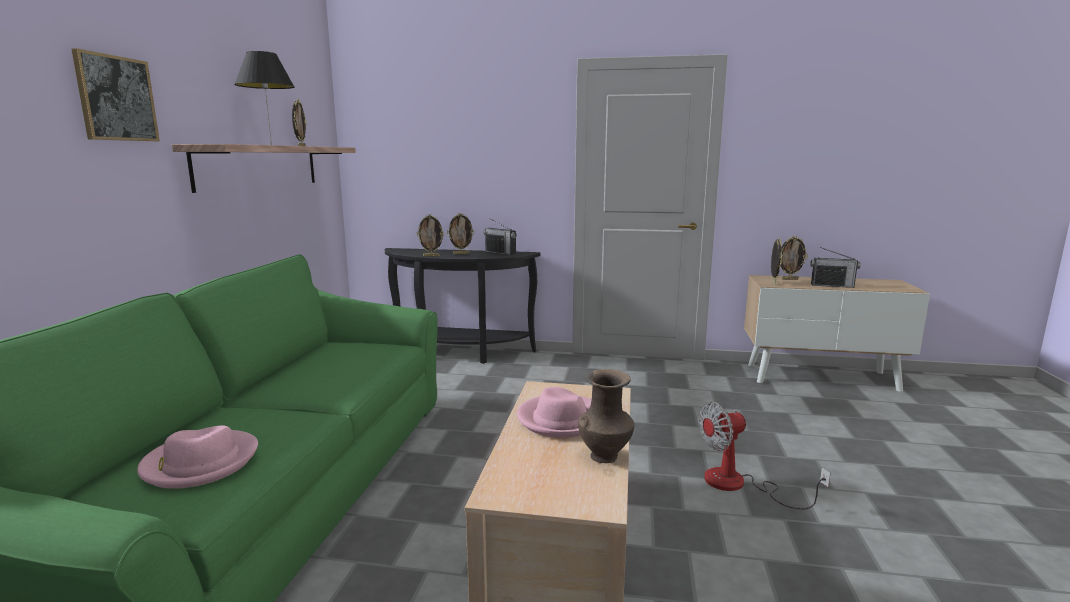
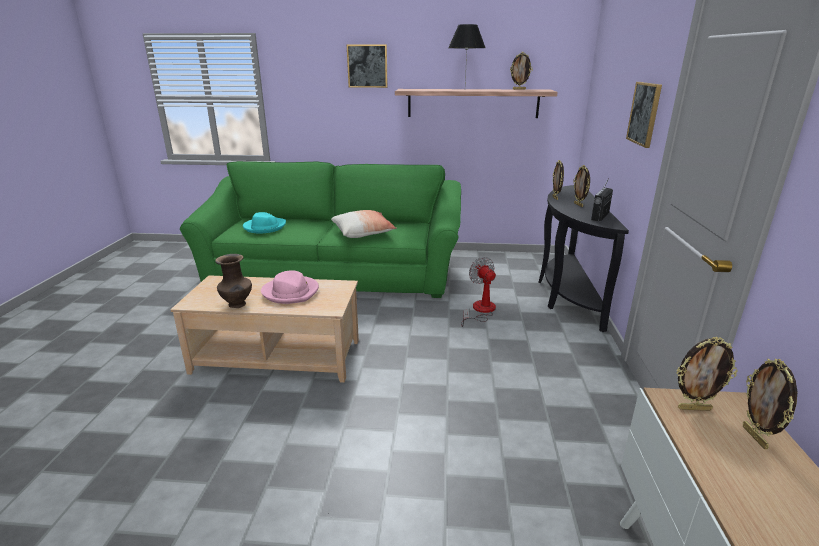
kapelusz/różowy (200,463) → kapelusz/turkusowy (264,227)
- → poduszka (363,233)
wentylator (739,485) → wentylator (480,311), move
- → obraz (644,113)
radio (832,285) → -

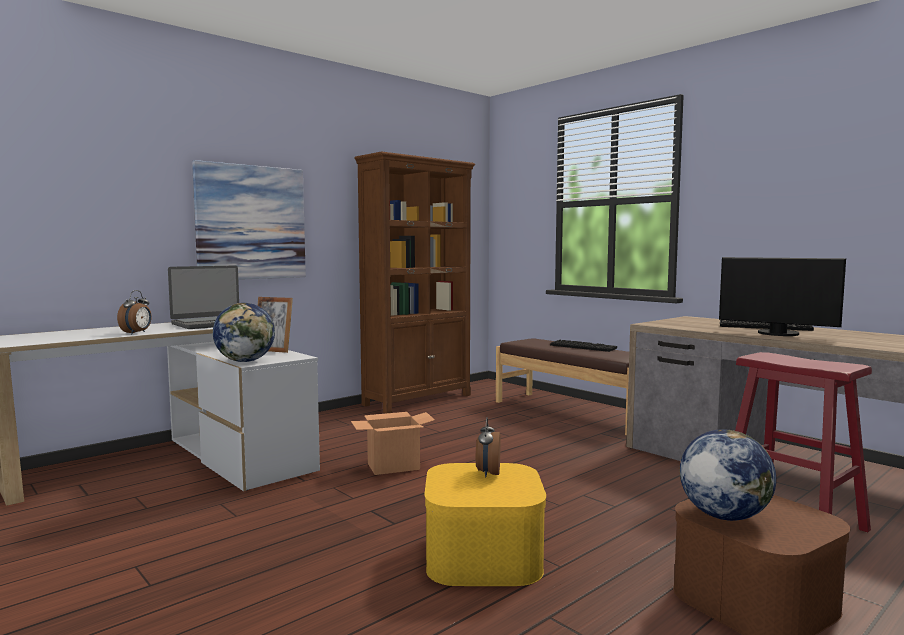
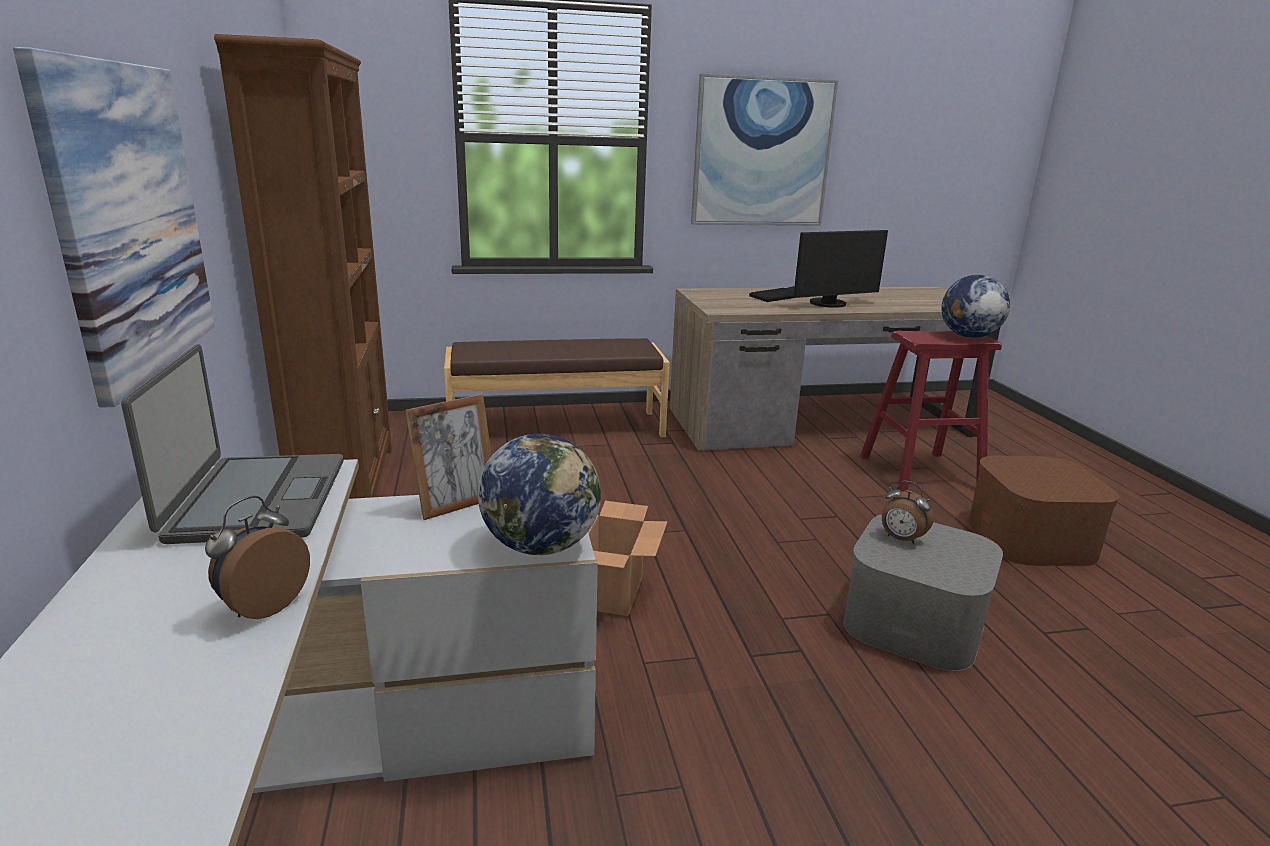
budzik (137,333) → budzik (262,606), 105 degrees counterclockwise
- → obraz (762,153)
pojemnik do przechowywania/żółty (483,556) → pojemnik do przechowywania/szary (914,622)
globus (723,516) → globus (968,336), move
klawiatura (584,347) → -

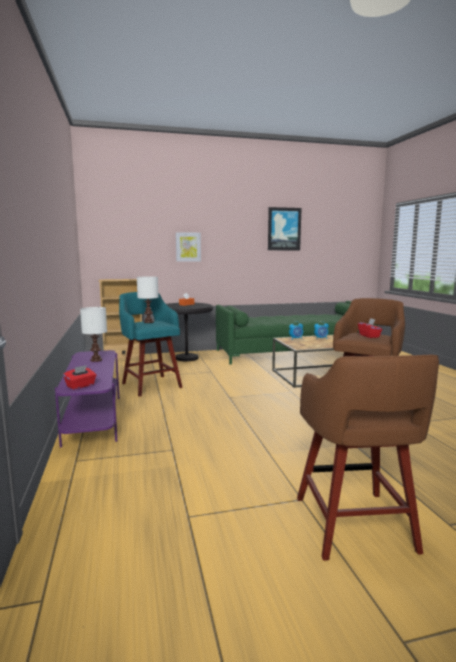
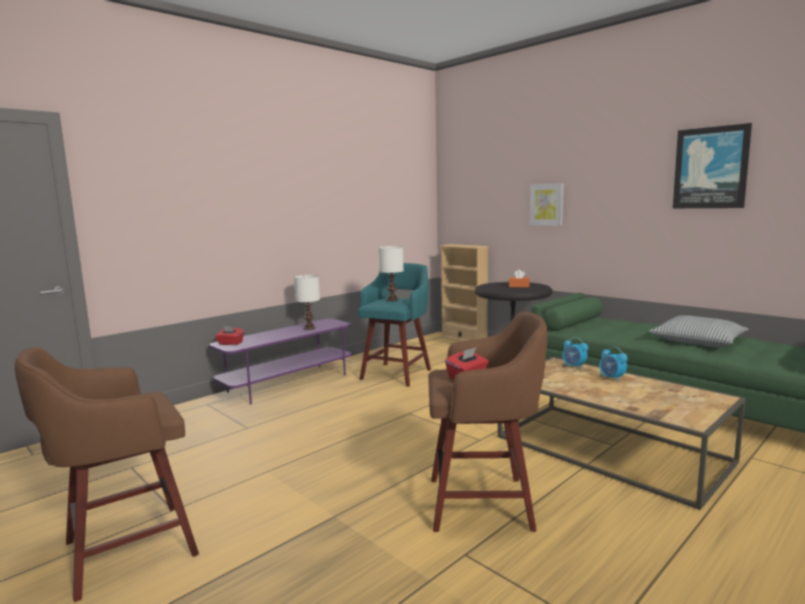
- → poduszka (697,341)

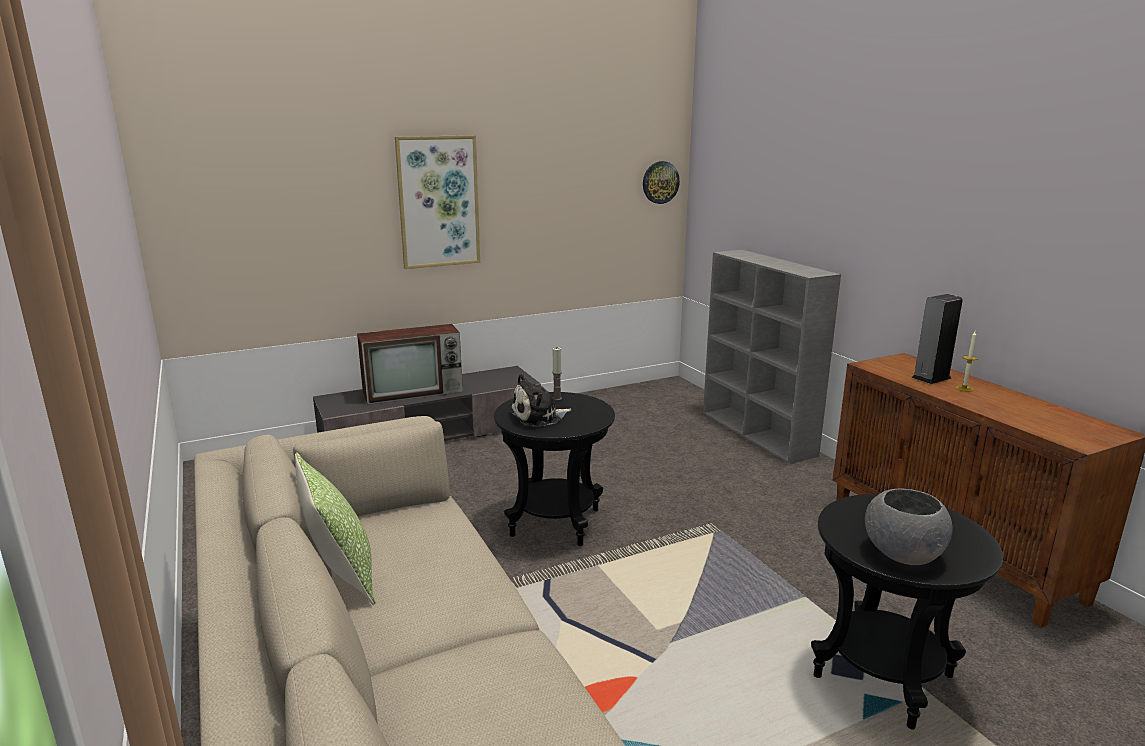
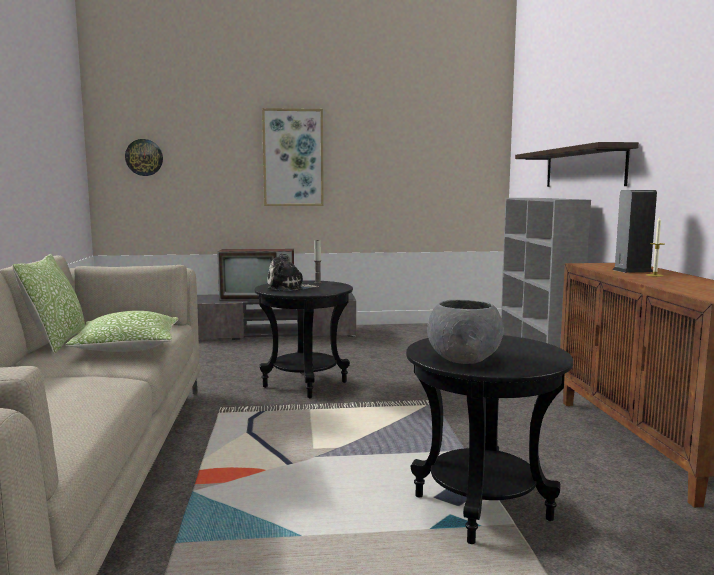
- → poduszka (128,348)
zegar ścienny (660,182) → zegar ścienny (144,157), move
- → półka (583,168)

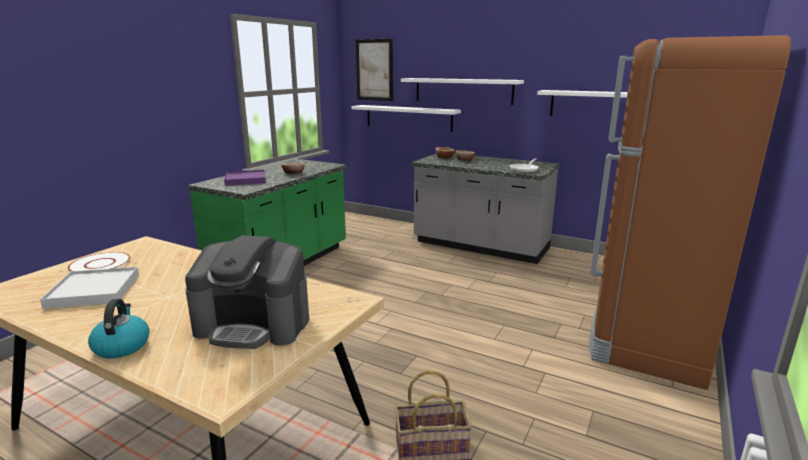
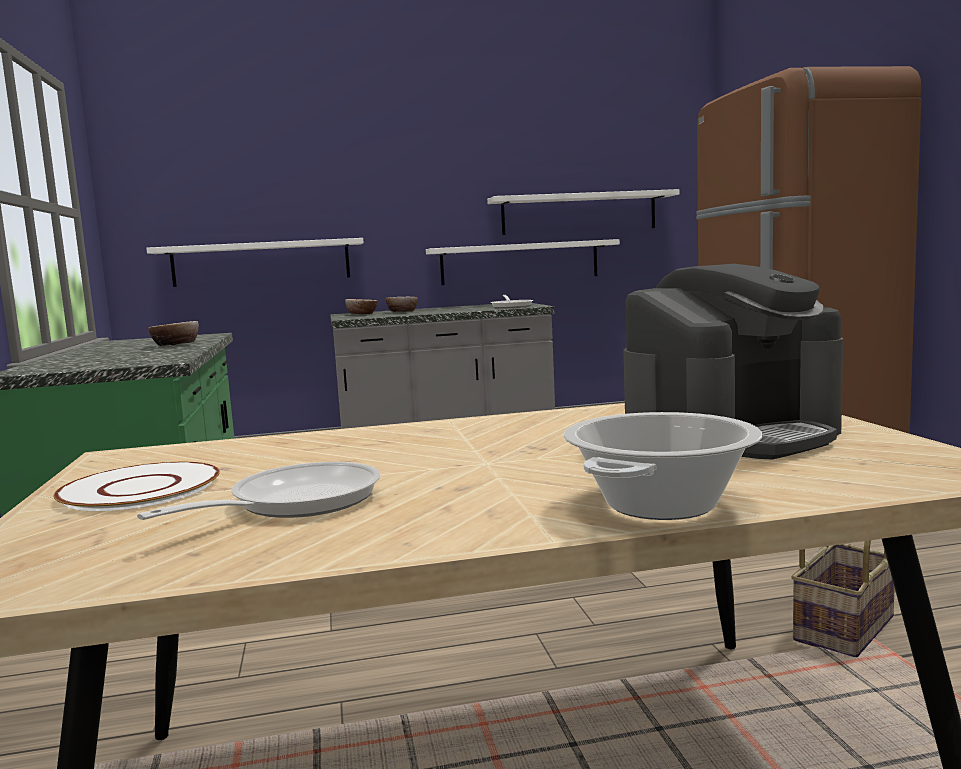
taca/biały (94,291) → patelnia (294,503)
półka/biały (463,90) → półka/biały (519,262), move
czajnik (122,346) → garnek (662,504)
taca/fioletowy (246,180) → -
obraz (374,70) → -

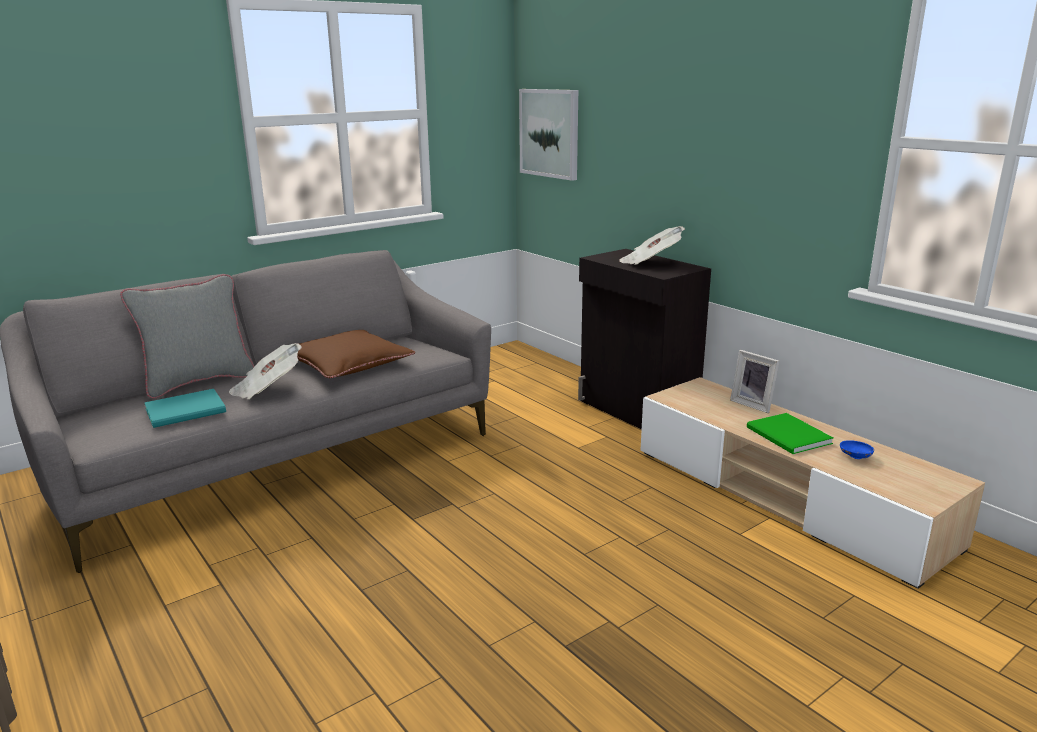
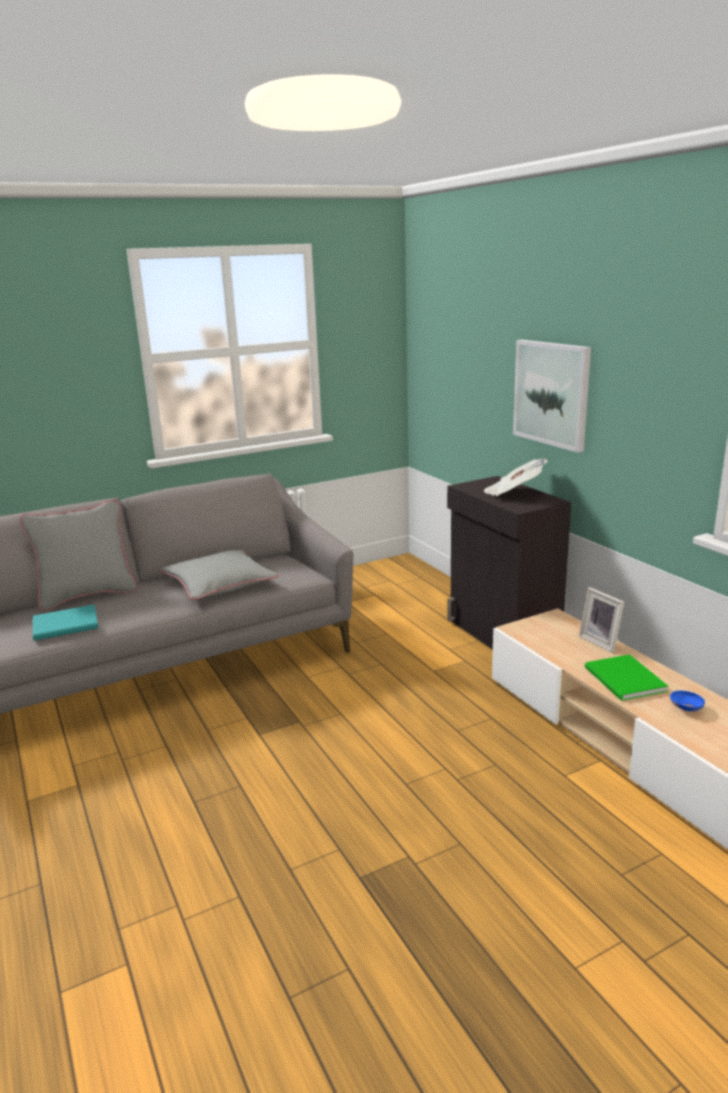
poduszka/brązowy (347,364) → poduszka/szary (219,583)
obraz (550,133) → obraz (552,393), move
gazeta (267,389) → -

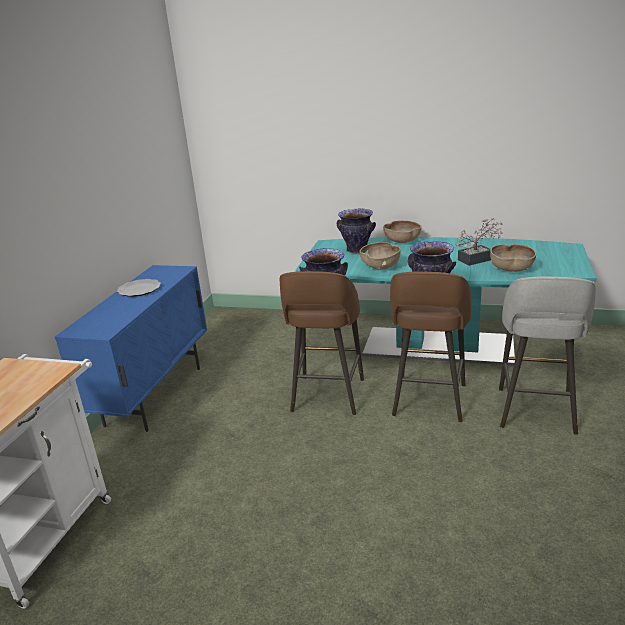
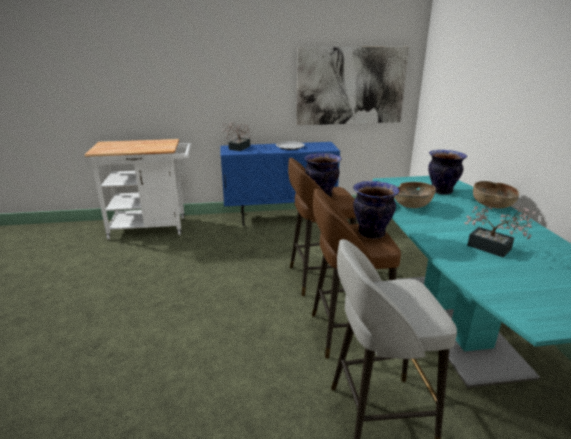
- → roślina doniczkowa (238,148)
- → obraz (350,86)
miska/brązowy (511,269) → -

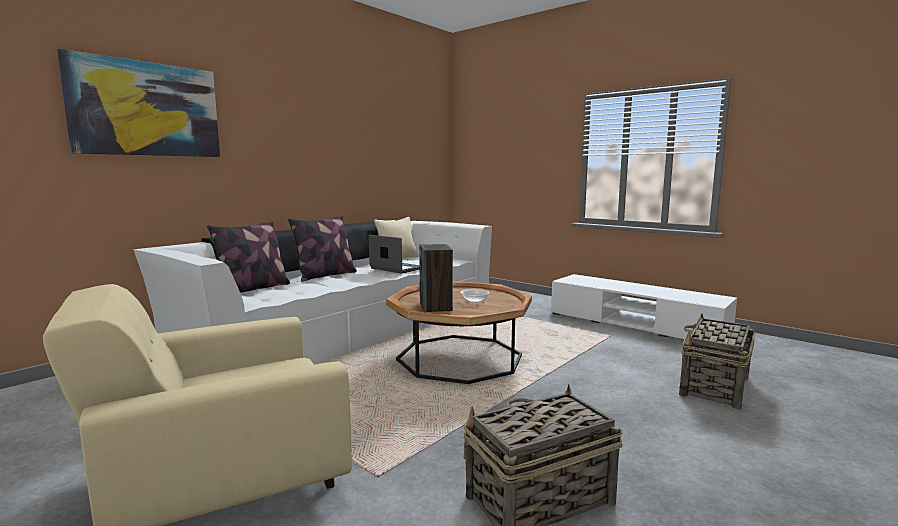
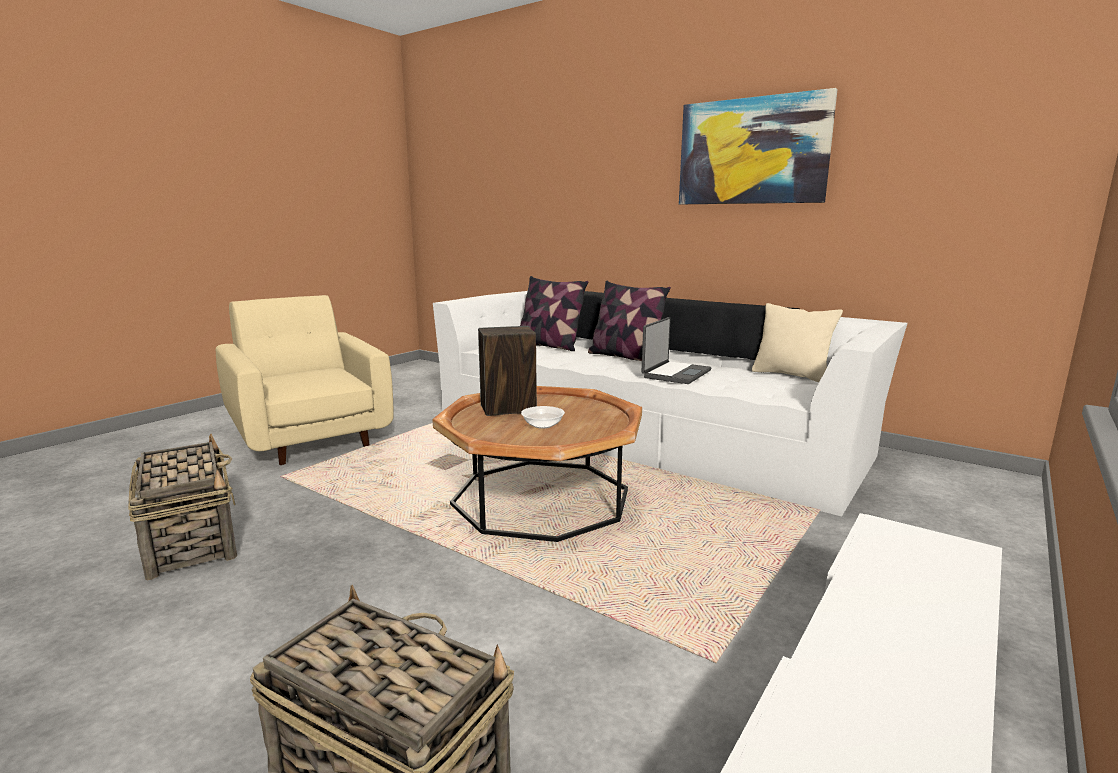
obraz (146,109) → obraz (752,151), move

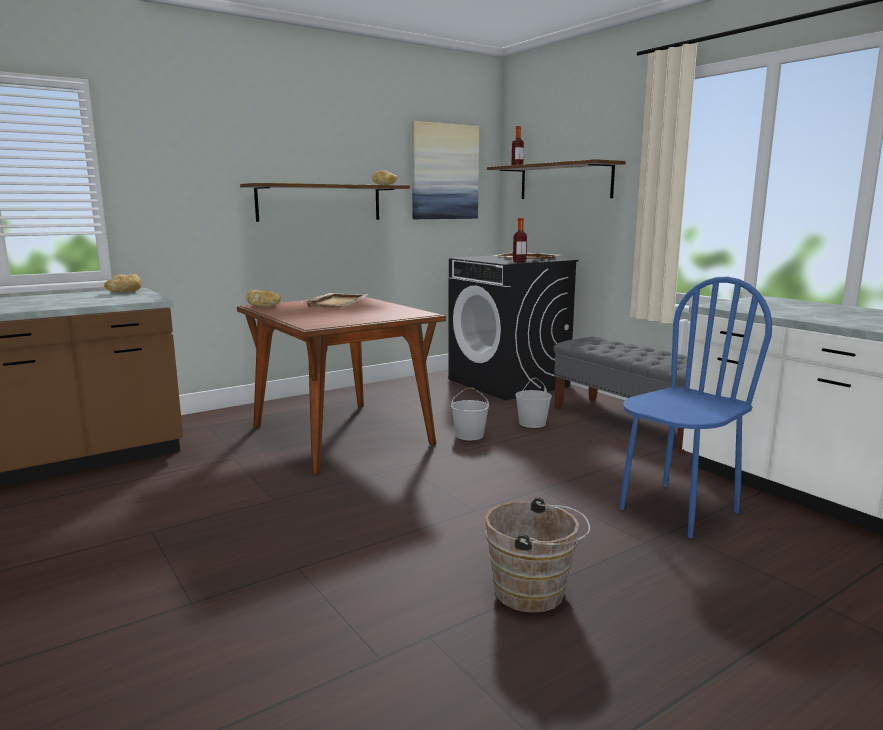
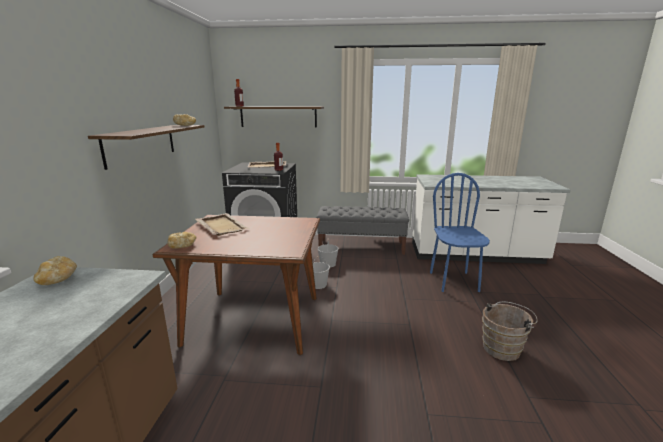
obraz (444,172) → -

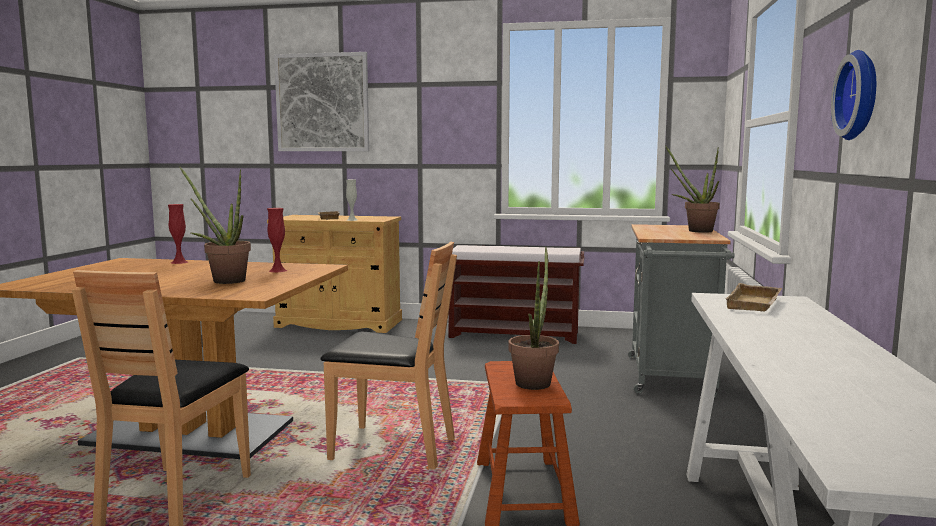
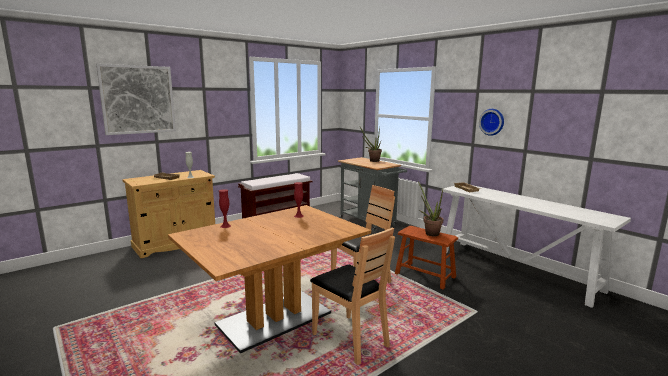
roślina doniczkowa (223,280) → -

